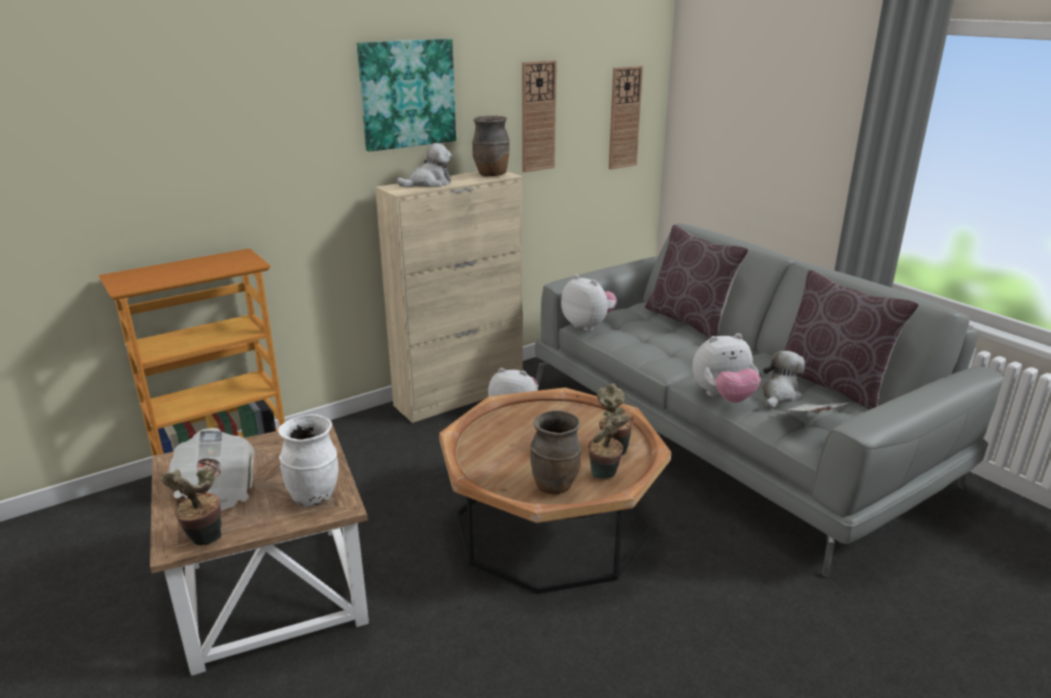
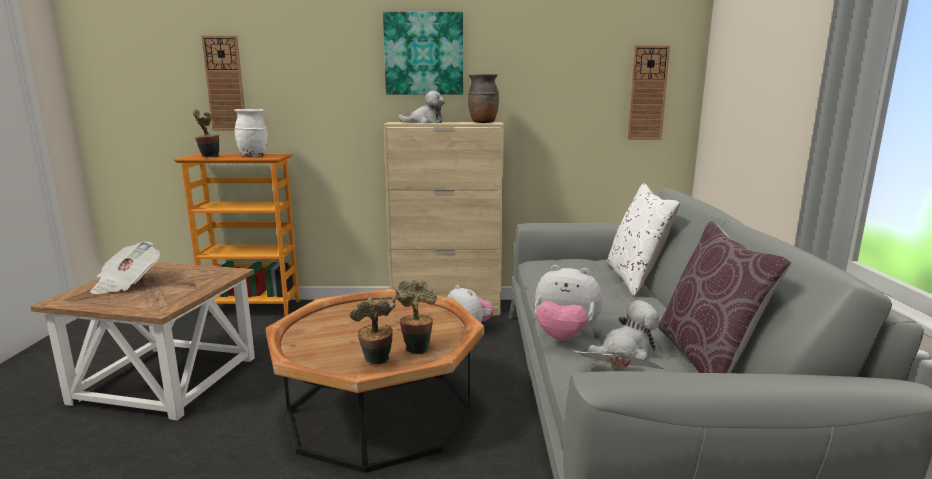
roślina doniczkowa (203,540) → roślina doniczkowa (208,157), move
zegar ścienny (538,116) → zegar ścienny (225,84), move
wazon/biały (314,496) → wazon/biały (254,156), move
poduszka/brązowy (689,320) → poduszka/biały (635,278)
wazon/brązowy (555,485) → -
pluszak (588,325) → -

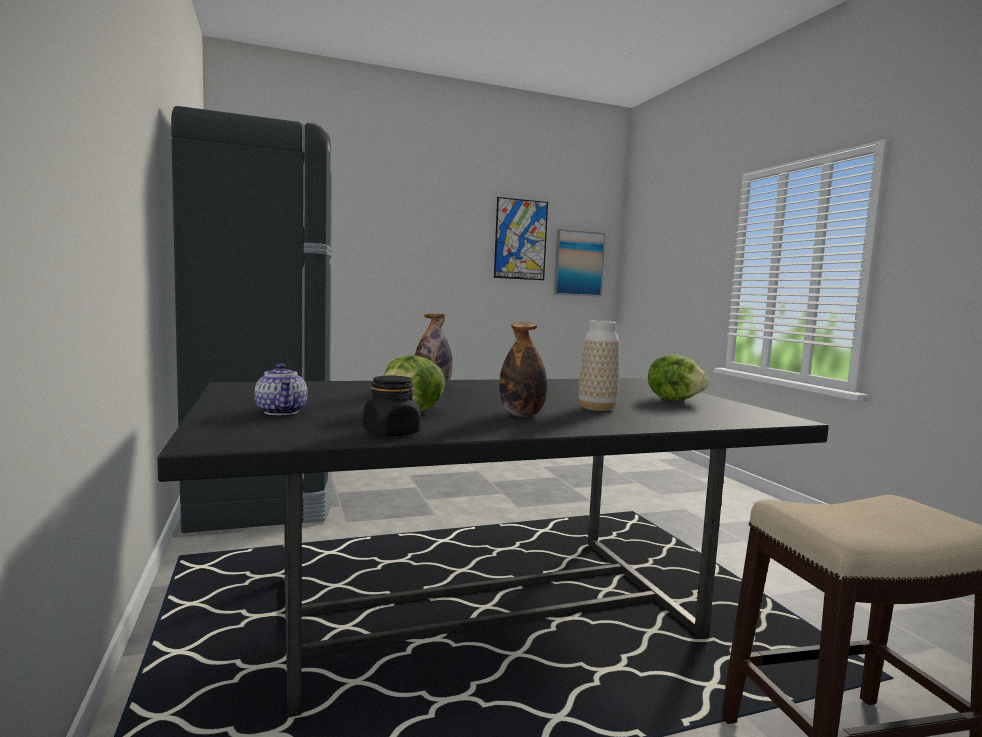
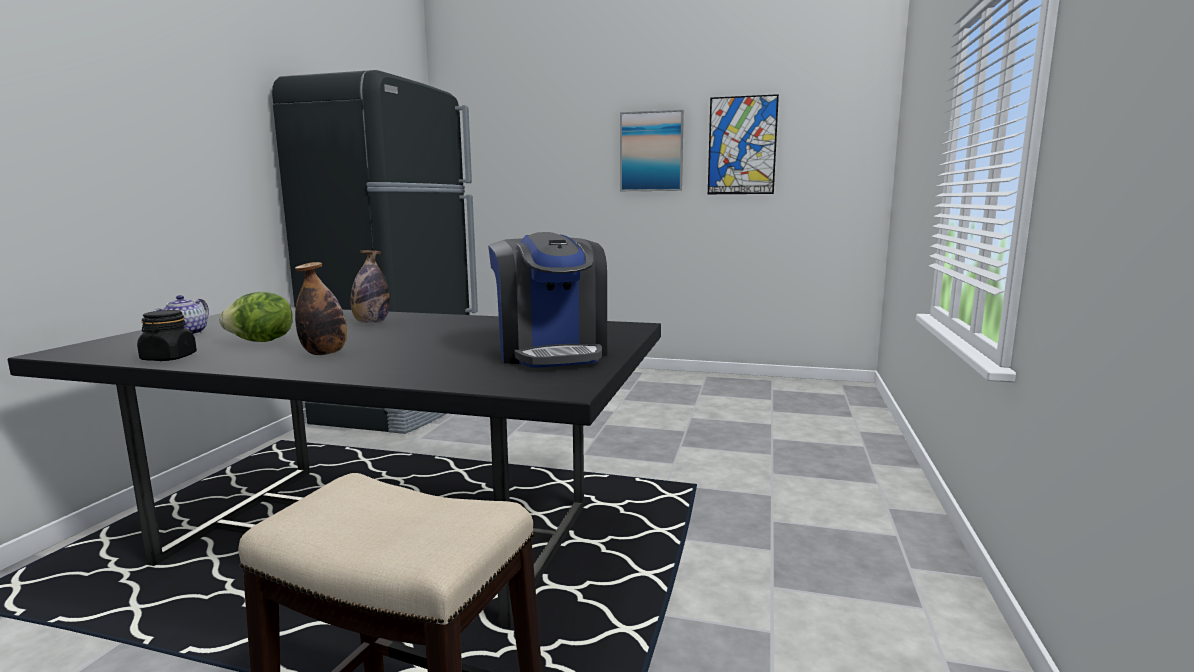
sałata (675,400) → ekspres do kawy (551,353)
obraz (578,263) → obraz (651,151), move
wazon (597,408) → -

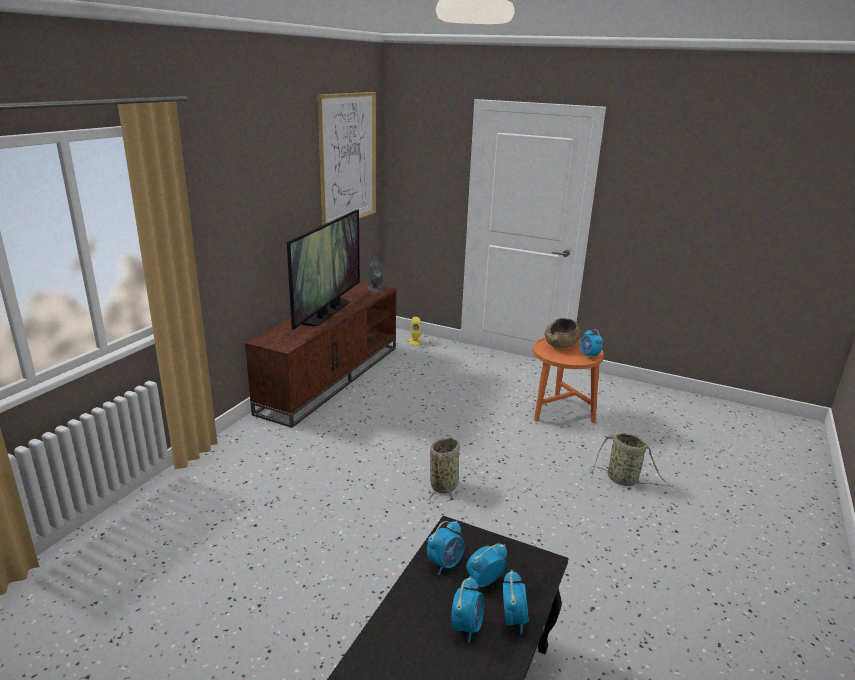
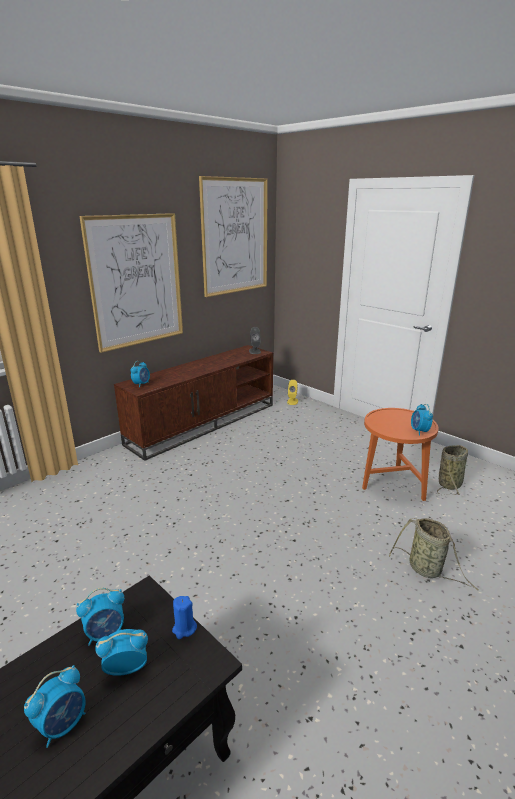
- → obraz (136,281)
budzik (513,619) → budzik (141,384), move
- → świeca/niebieski (184,628)
koszyk (445,485) → koszyk (450,483), move
telewizor (327,312) → -
miska/brązowy (561,343) → -

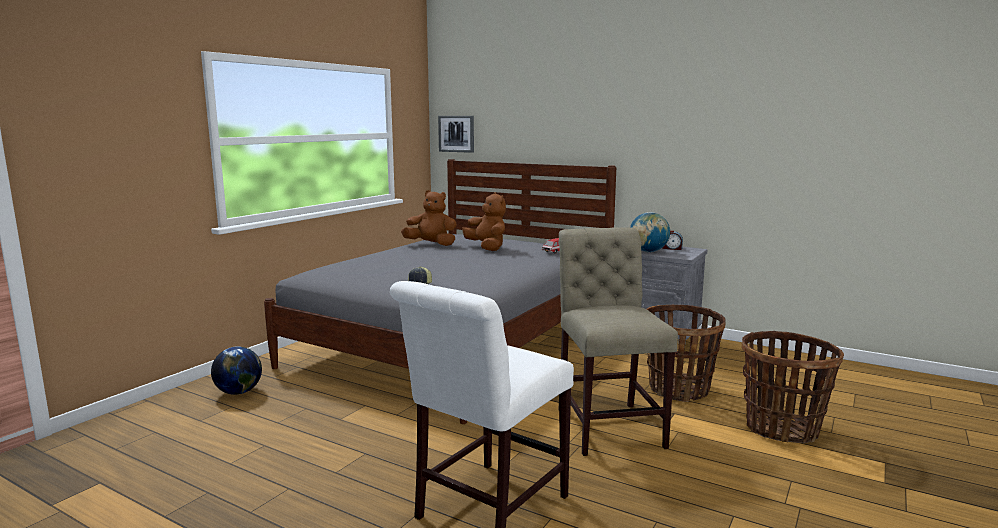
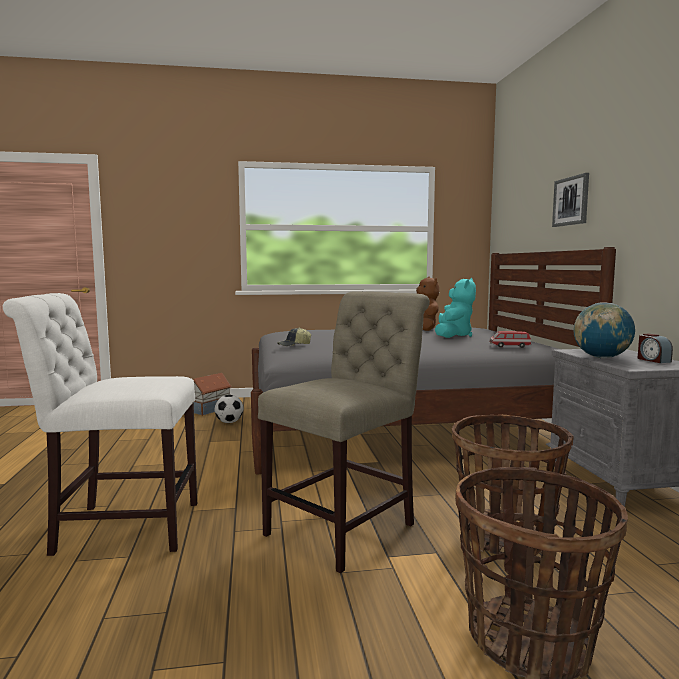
globus (239,392) → domek (210,410)
- → piłka futbolowa (229,422)
pluszak/brązowy (487,248) → pluszak/turkusowy (453,336)
obraz (456,133) → obraz (571,201), move

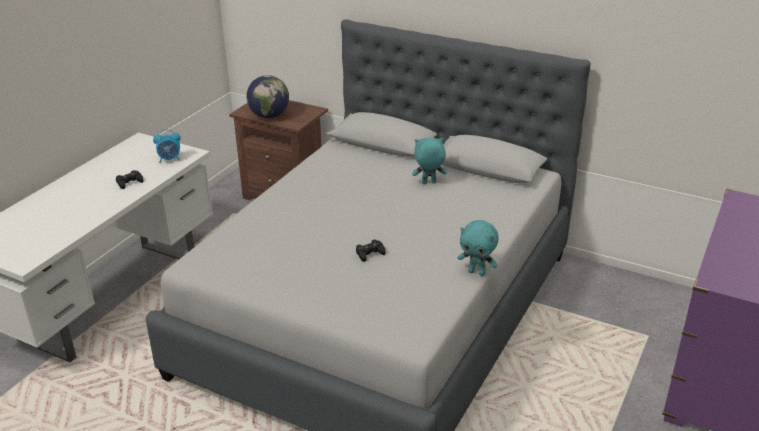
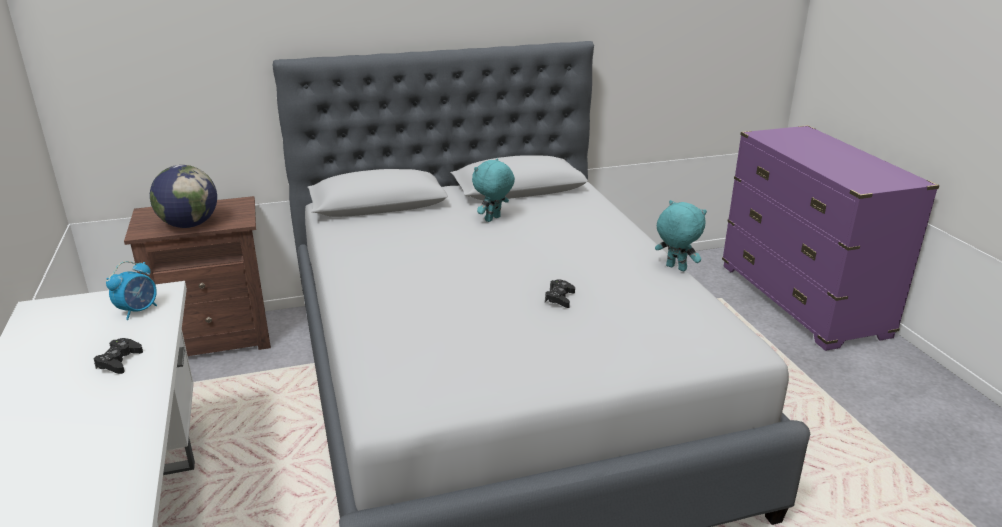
pluszak/turkusowy (477,272) → pluszak/turkusowy (675,268), 120 degrees counterclockwise

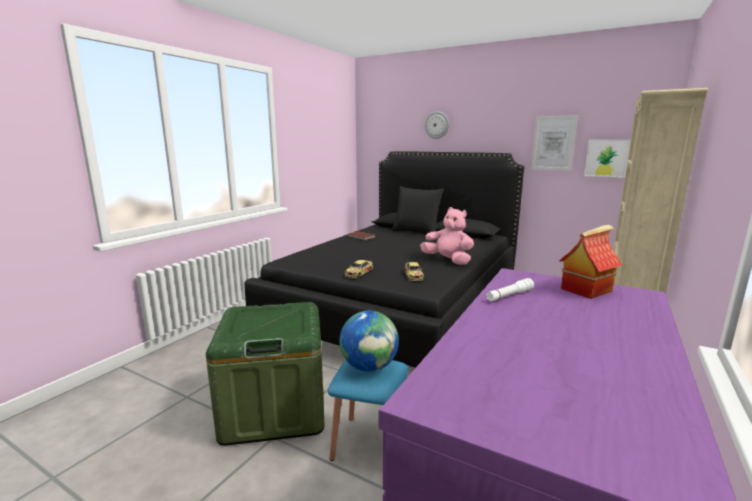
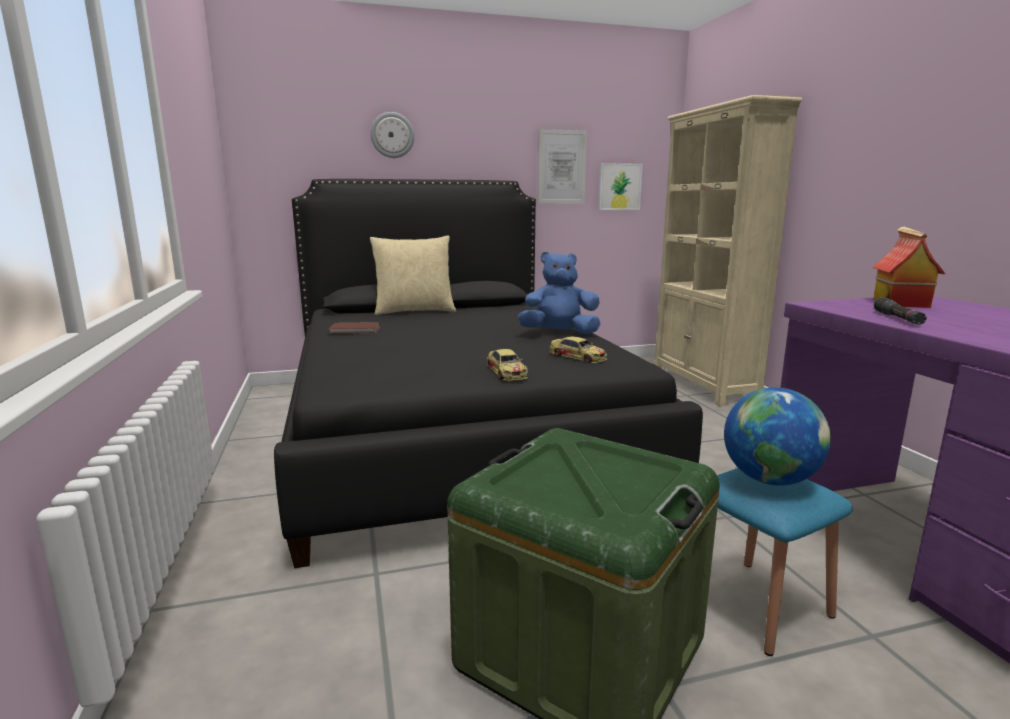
poduszka/czarny (416,232) → poduszka/beżowy (414,311)
pluszak/różowy (448,260) → pluszak/niebieski (559,333)
latarka/biały (509,295) → latarka/czarny (898,318)

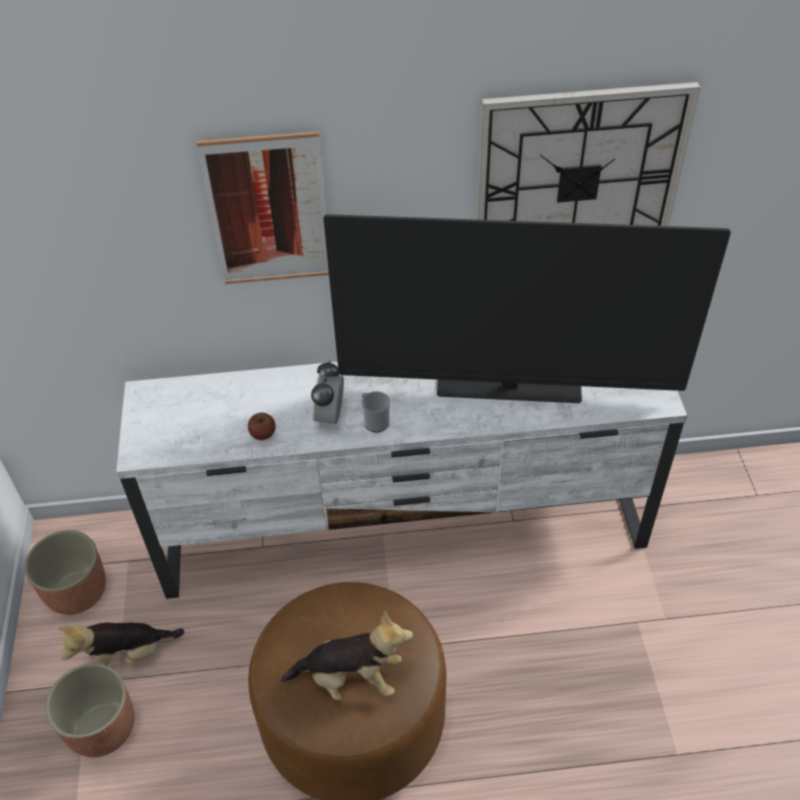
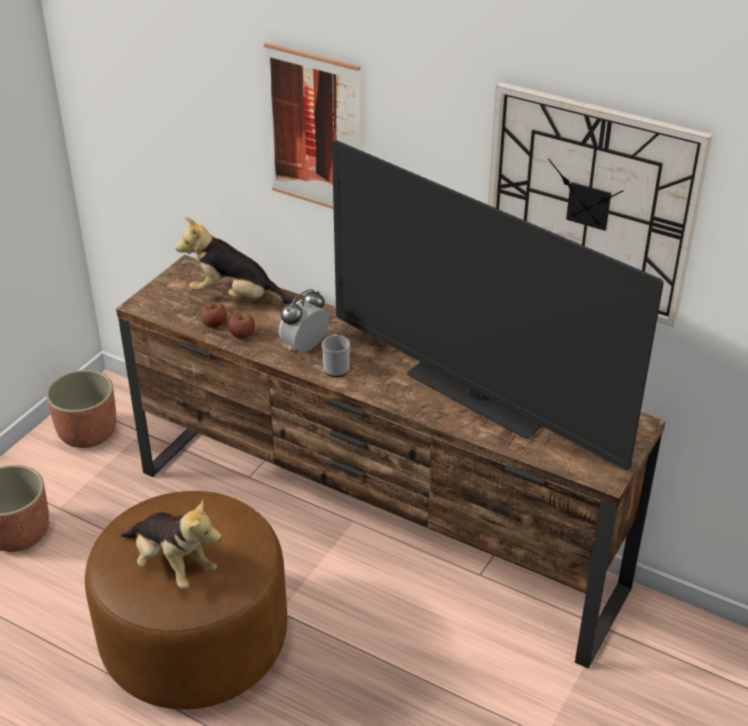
szafka pod telewizor/biały (406,530) → szafka pod telewizor/brązowy (376,529)
pluszak (127,655) → pluszak (236,297), move
- → jabłko (214,323)

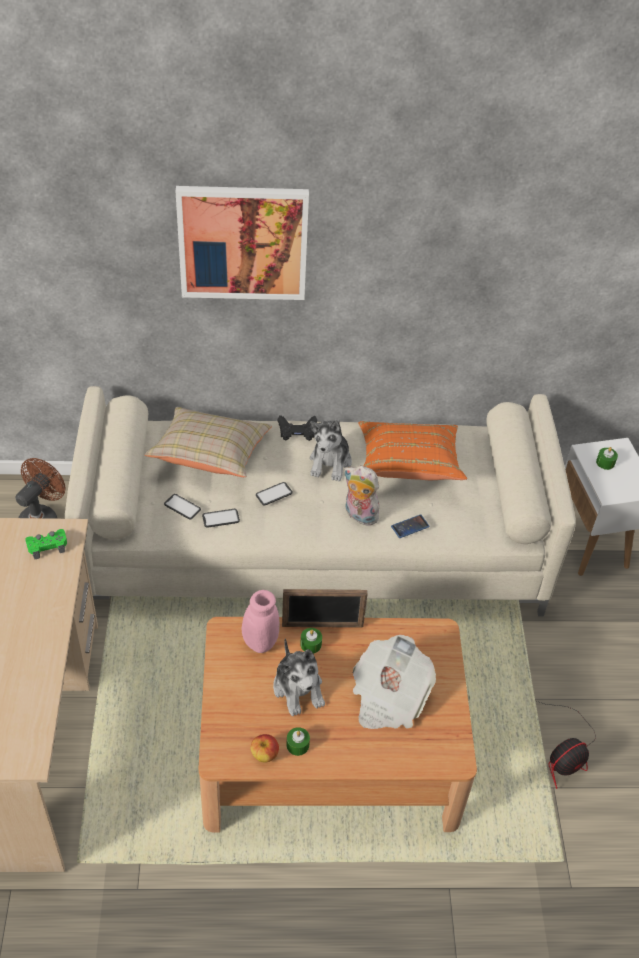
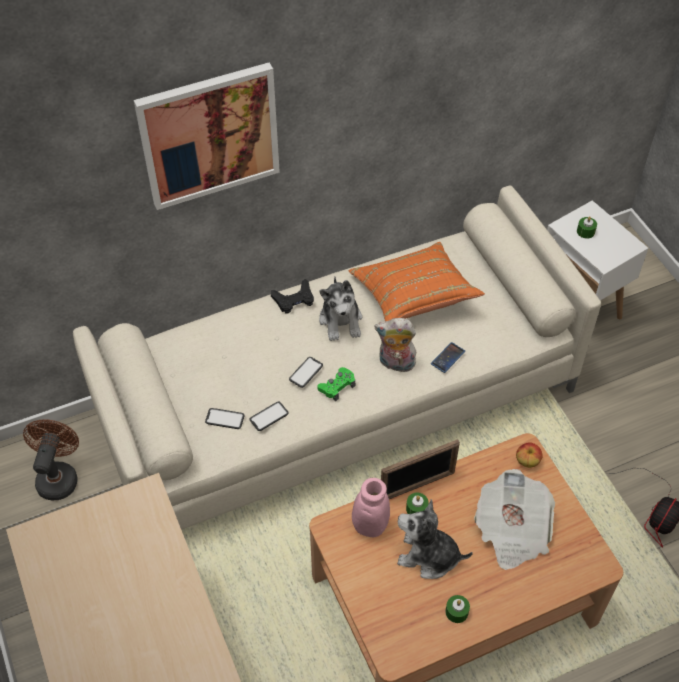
pad do gier/zielony (47,546) → pad do gier/zielony (337,386), move
pluszak (298,688) → pluszak (428,556), 150 degrees clockwise
jabłko (264,755) → jabłko (527,461), move
poduszka/beżowy (210,456) → -

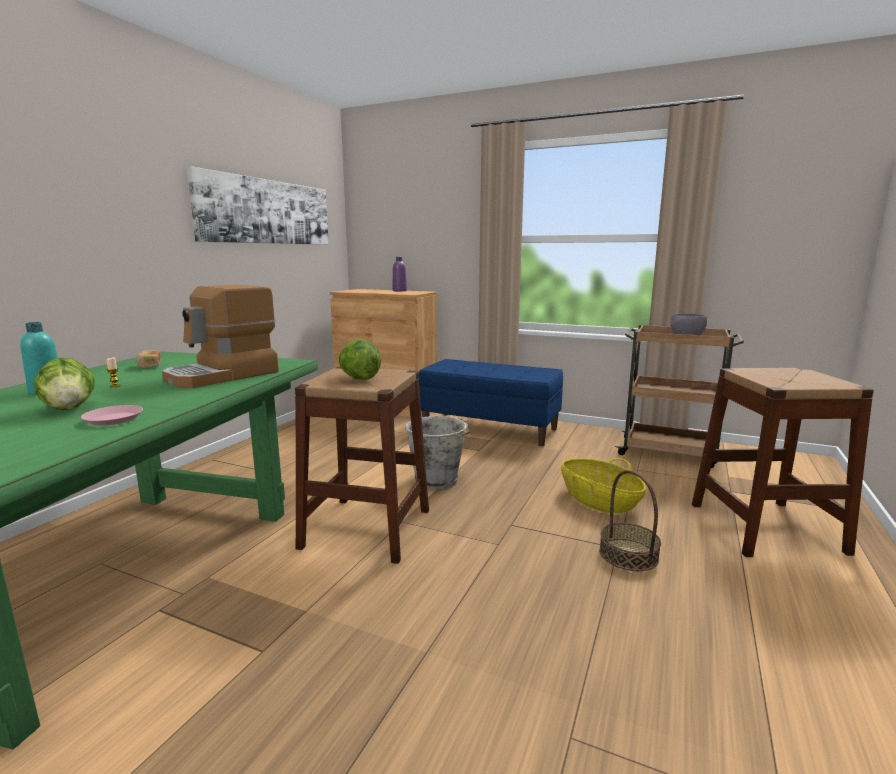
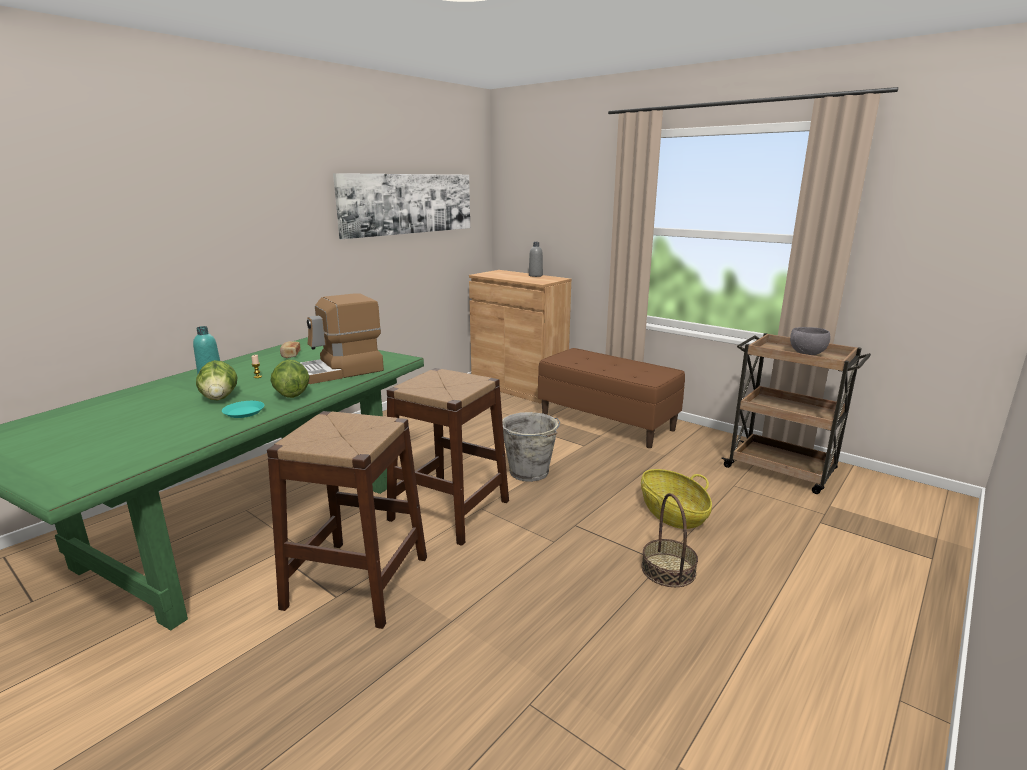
talerz/różowy (114,419) → talerz/turkusowy (244,412)
stołek/brązowy (765,527) → stołek/brązowy (357,581), move
sałata (359,378) → sałata (291,394), move
butelka/fioletowy (399,291) → butelka/szary (535,275)
ławka/niebieski (490,428) → ławka/brązowy (607,422)

